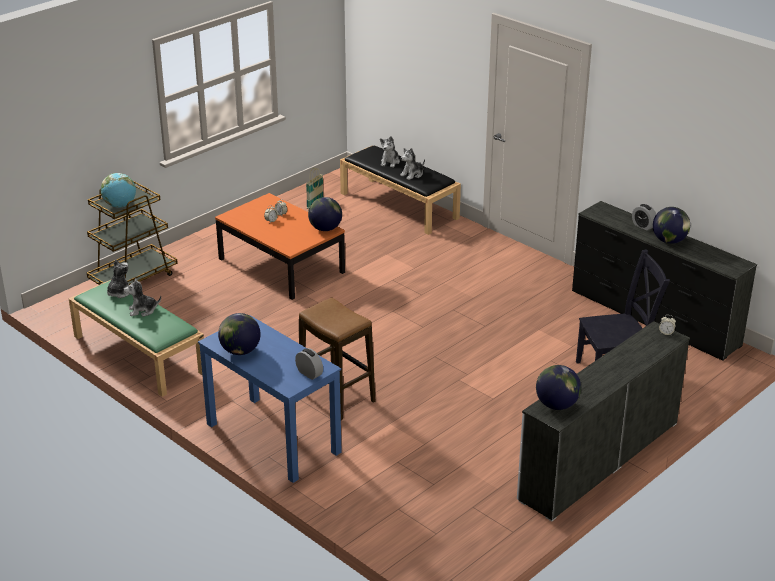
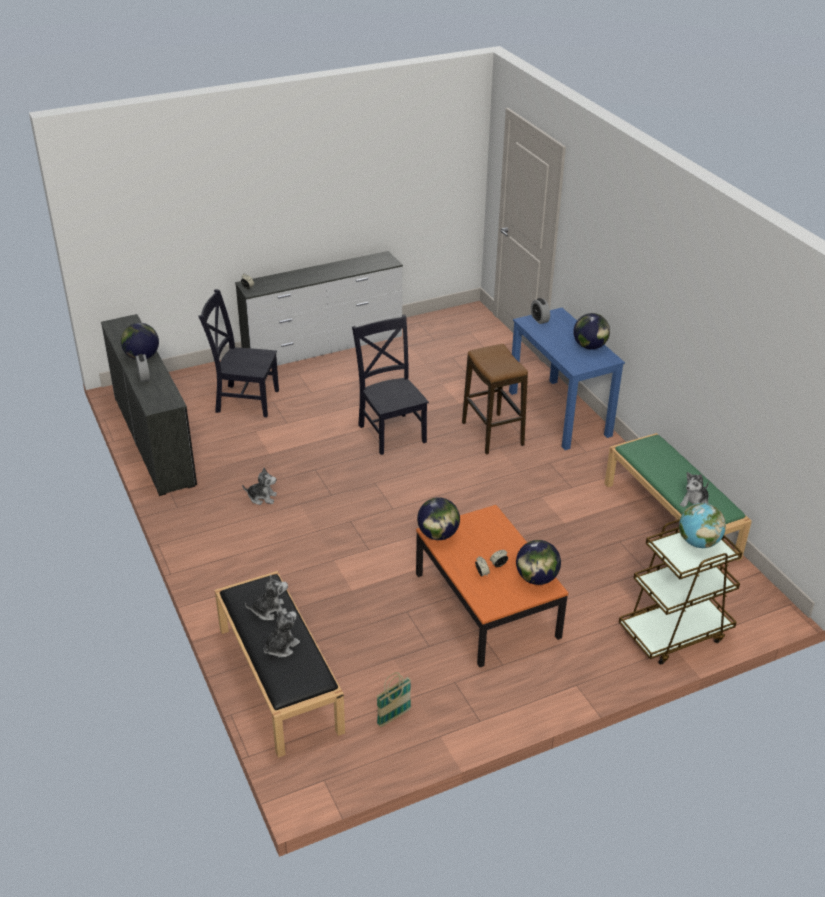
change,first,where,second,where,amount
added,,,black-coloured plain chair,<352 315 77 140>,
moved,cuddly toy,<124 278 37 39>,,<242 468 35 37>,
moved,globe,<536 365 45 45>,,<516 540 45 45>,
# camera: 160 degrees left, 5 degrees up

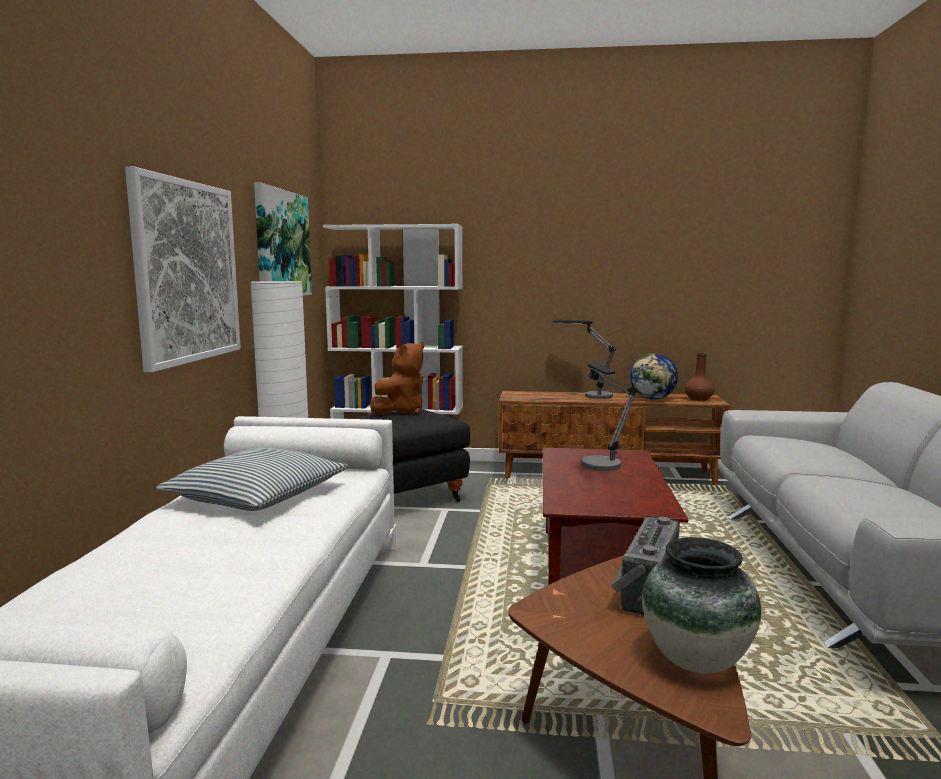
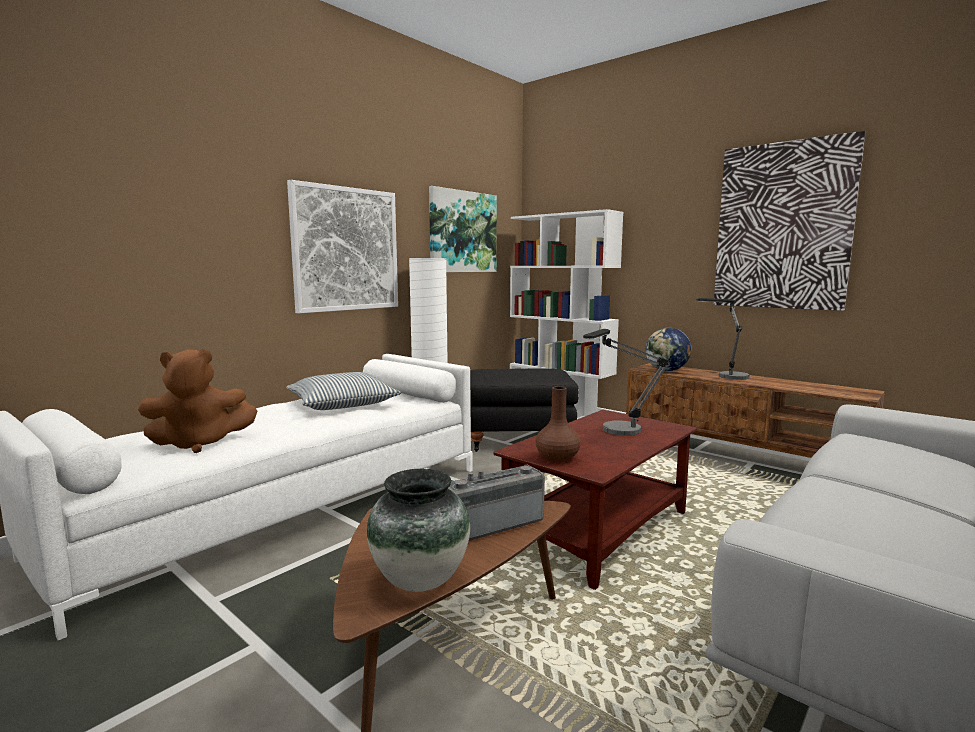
change,first,where,second,where,amount
added,,,picture,<714 131 152 180>,
moved,brown-coloured cuddly toy,<370 342 54 73>,,<138 349 119 104>,
moved,globe,<630 353 48 47>,,<645 328 46 43>,
moved,brown-coloured flower vase,<685 353 30 48>,,<536 386 45 76>,
# camera: 35 degrees right, 0 degrees up

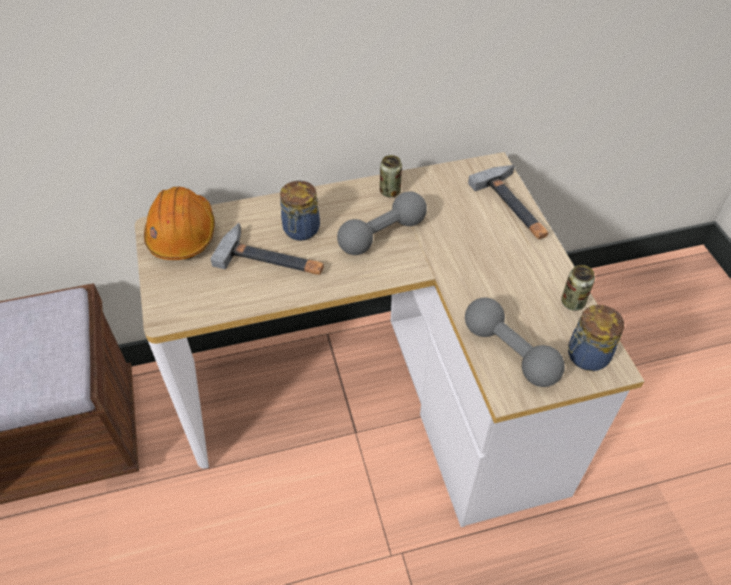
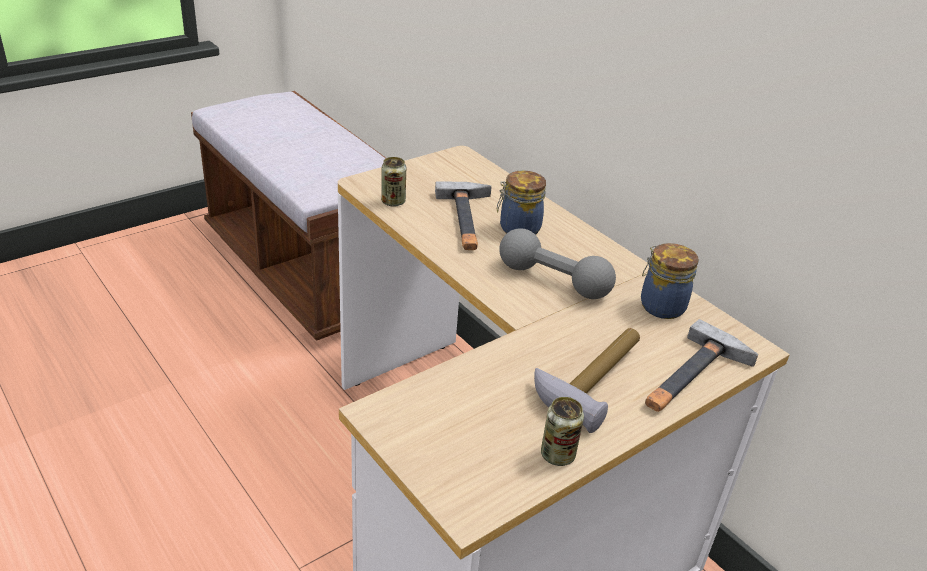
change,first,where,second,where,amount
removed,orange-coloured safety helmet,<144 187 71 73>,,,
removed,grey free weight,<465 298 100 89>,,,
added,,,hammer,<534 328 106 105>,
moved,metal can,<380 155 22 42>,,<381 157 25 50>,
moved,storage jar,<568 305 56 66>,,<641 243 58 76>,
# camera: 65 degrees right, 15 degrees down

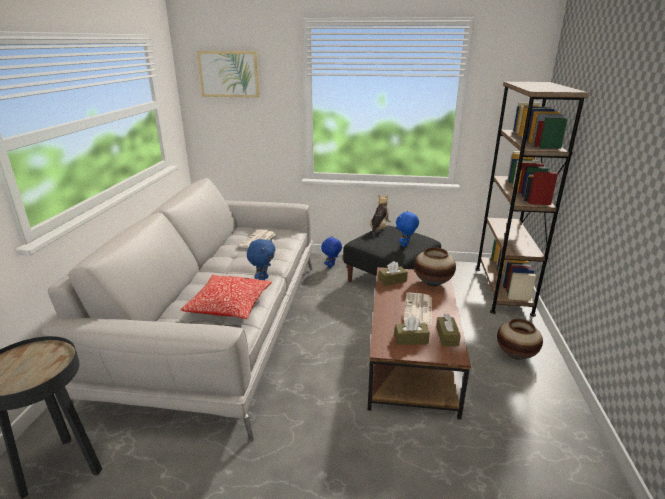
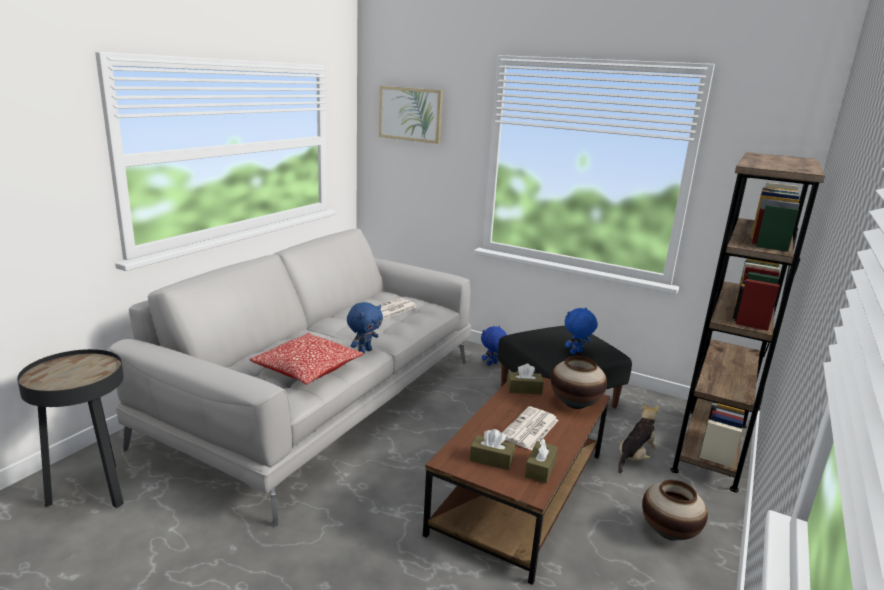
change,first,where,second,where,amount
moved,cuddly toy,<370 195 21 43>,,<618 403 41 70>,
# camera: 20 degrees right, 5 degrees down

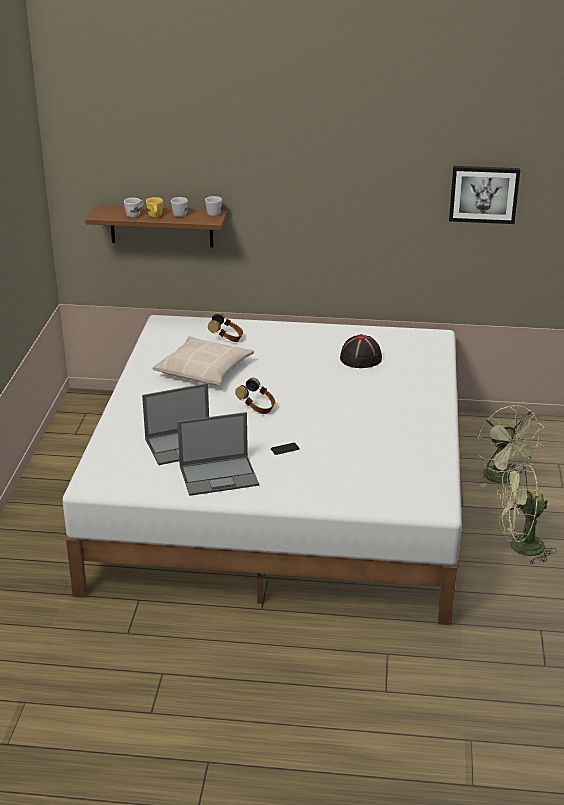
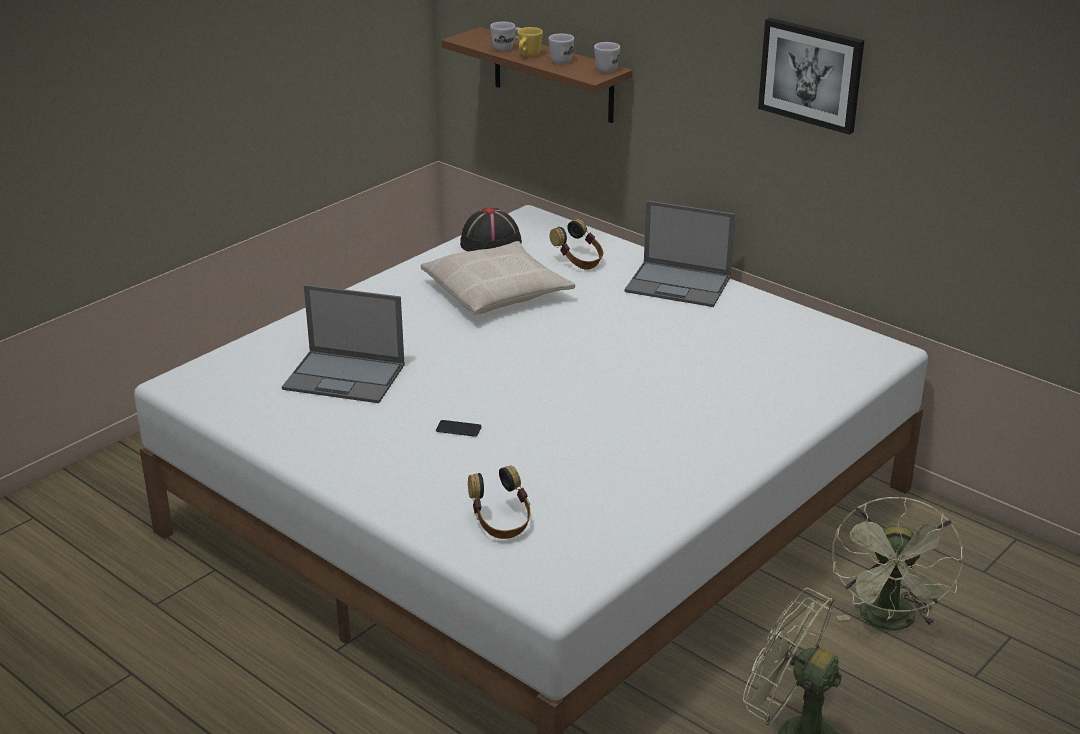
change,first,where,second,where,amount
moved,portable computer,<177 412 82 84>,,<624 201 111 106>,
moved,pair of headphones,<235 377 40 37>,,<468 465 62 74>,
moved,black-coloured hat,<340 334 42 34>,,<460 207 62 45>,
moved,picture,<449 166 71 58>,,<758 18 106 117>,
# camera: 35 degrees right, 0 degrees up

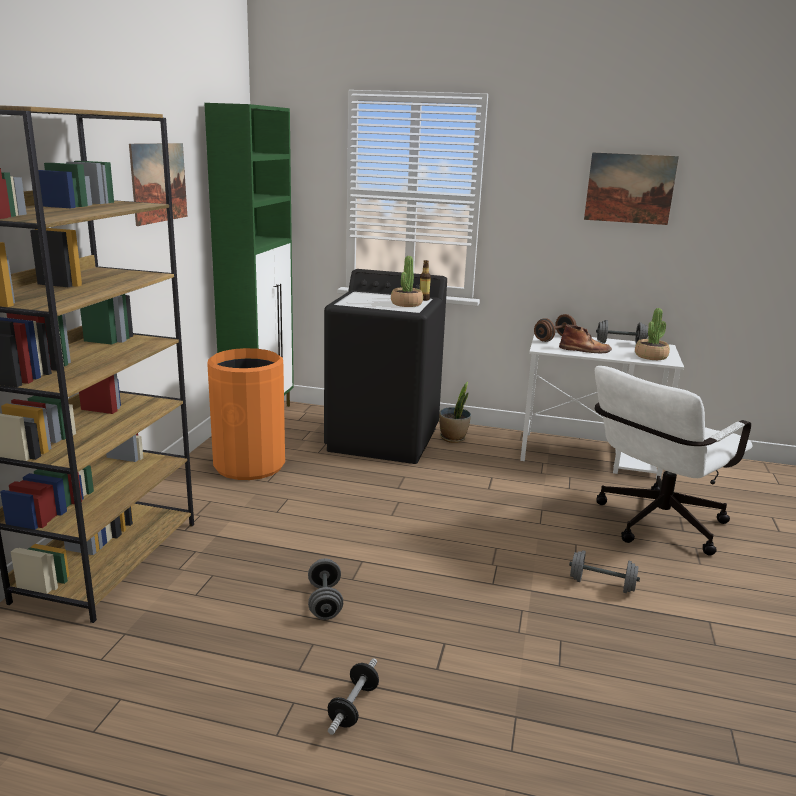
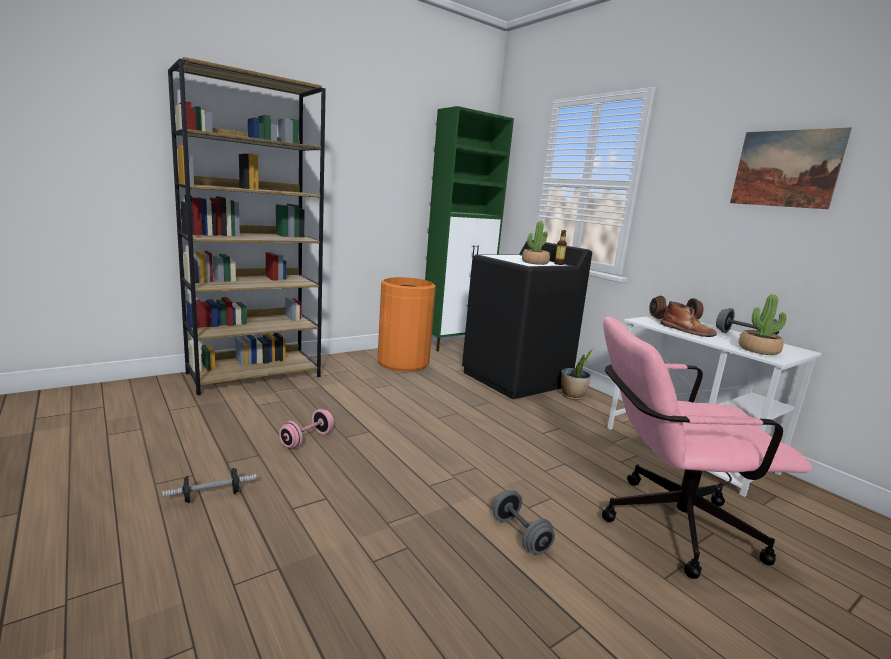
change,first,where,second,where,amount
removed,picture,<129 143 58 83>,,,
recoloured,grey free weight,<308 558 35 62>,pink free weight,<279 409 55 39>,
recoloured,white office chair,<595 366 158 190>,pink office chair,<602 317 210 262>,
# camera: 40 degrees right, 5 degrees down

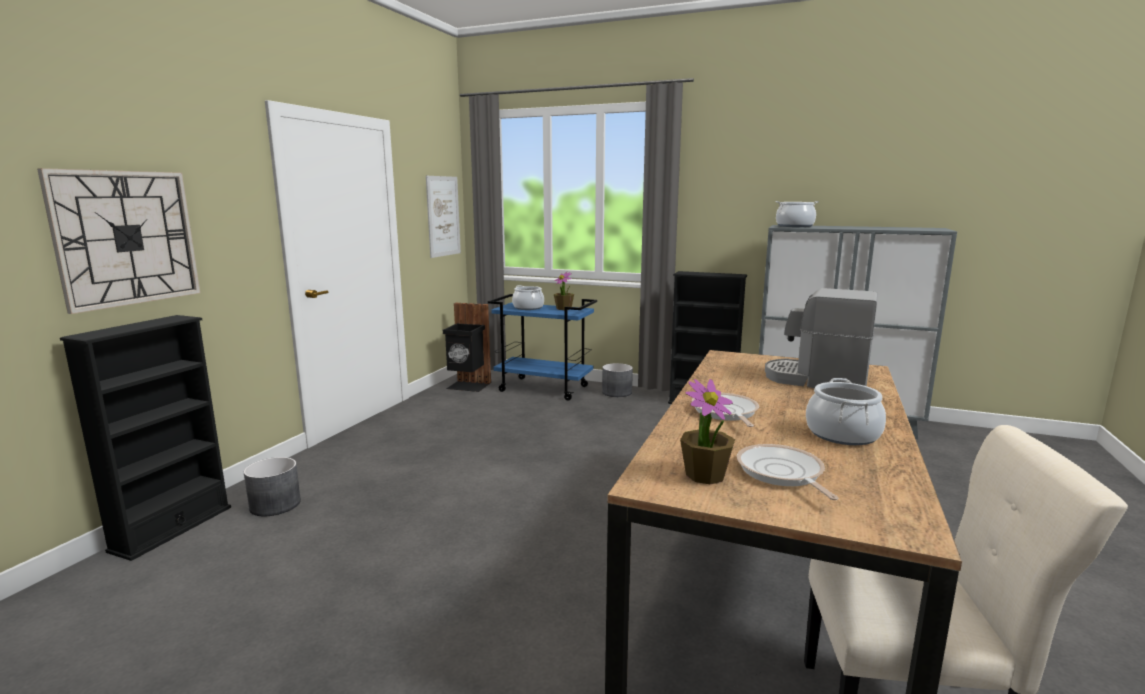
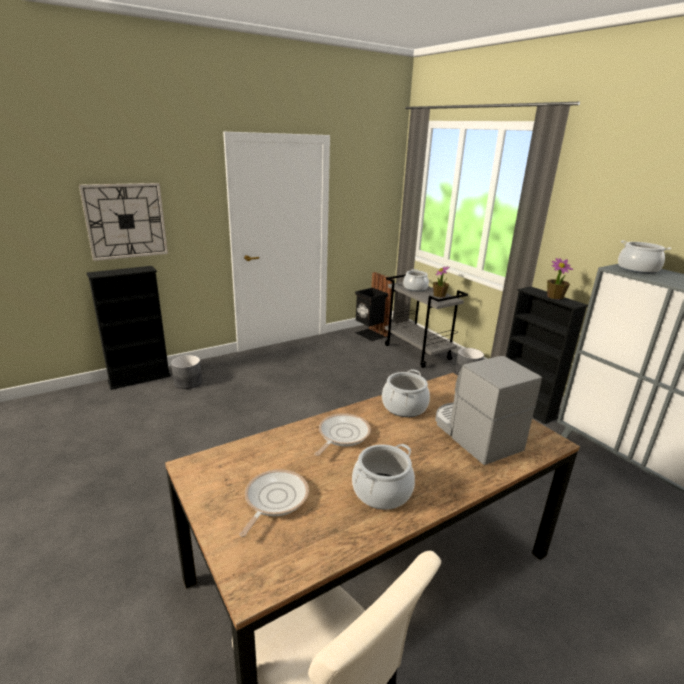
change,first,where,second,where,amount
removed,picture,<426 176 35 82>,,,
added,,,saucepot,<382 369 48 48>,
moved,houseplant,<680 379 55 105>,,<547 258 26 41>,
recoloured,blue wheeled cart,<488 294 109 107>,grey wheeled cart,<385 274 83 94>,
# camera: 35 degrees right, 10 degrees up

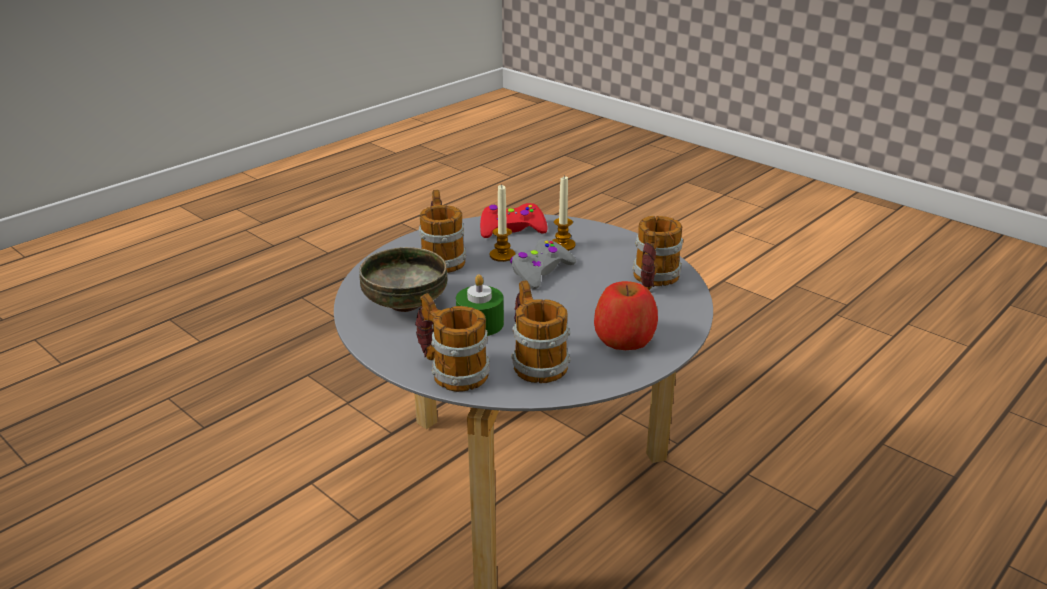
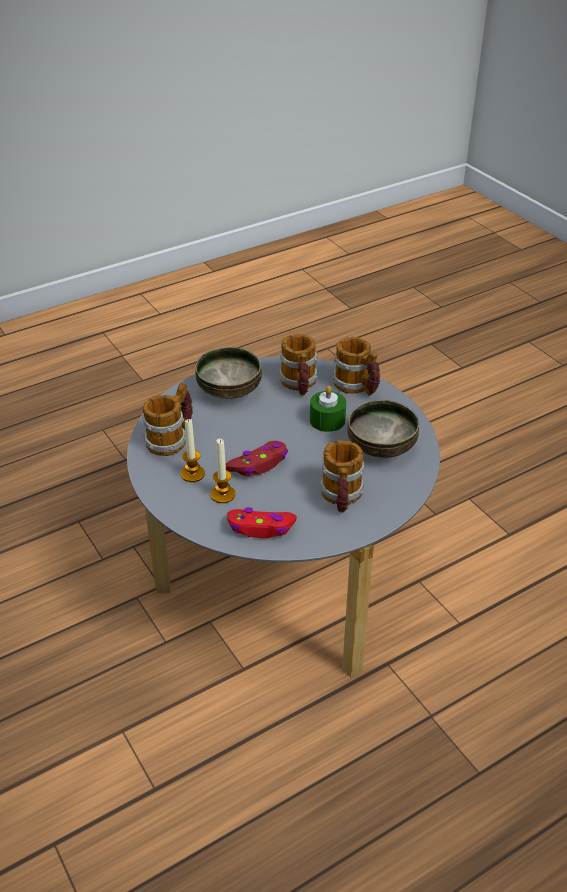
change,first,where,second,where,amount
moved,wax candle,<490 185 26 77>,,<181 419 24 63>,
replaced,whole apple,<594 281 64 69>,deep dish,<195 347 67 52>,
recoloured,grey joypad,<510 239 66 50>,reddish joypad,<226 441 62 35>,
# camera: 165 degrees left, 10 degrees up

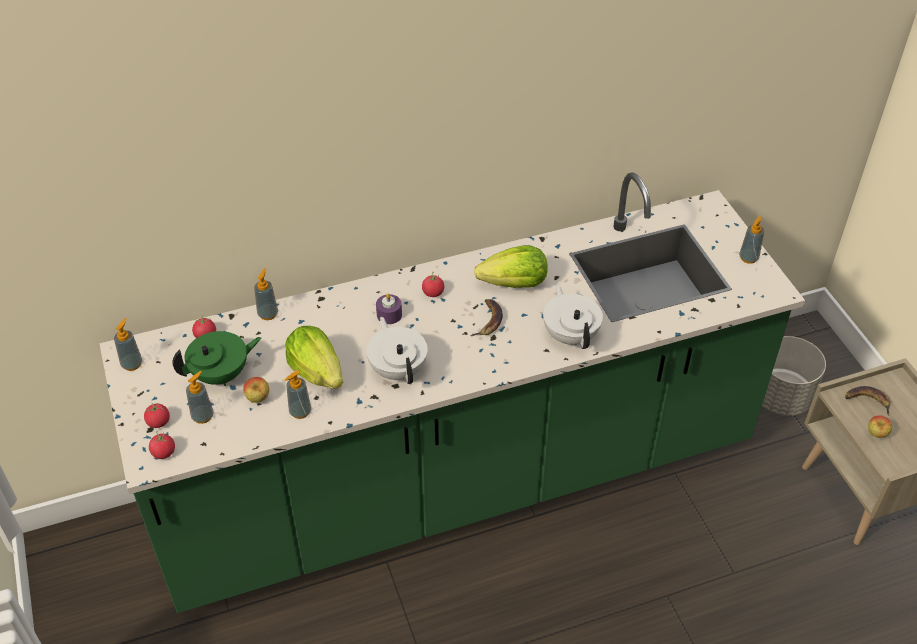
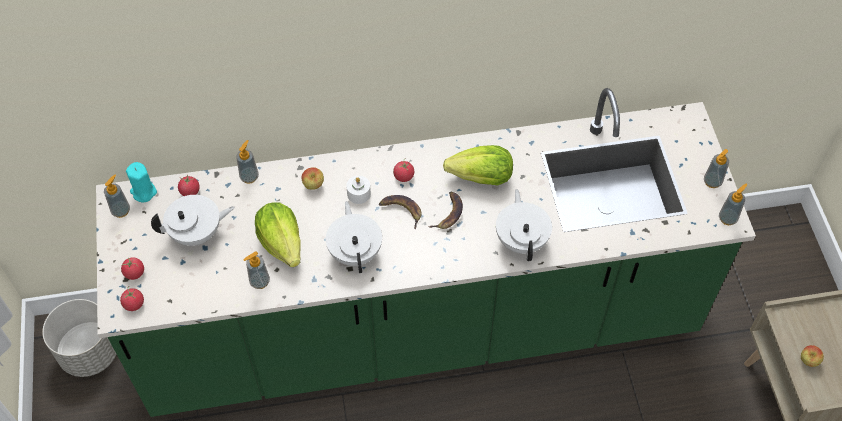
change,first,where,second,where,amount
added,,,turquoise wax candle,<126 162 31 41>,
moved,soap dispenser,<186 371 28 53>,,<719 184 29 41>,
moved,whole apple,<243 377 26 26>,,<302 167 22 23>,
moved,grey plant pot,<762 336 64 80>,,<42 299 74 78>,
moved,banana,<845 386 45 30>,,<379 195 43 34>,
recoloured,greenish tea pot,<172 331 89 55>,white tea pot,<151 195 84 51>,
recoloured,purple wax candle,<376 293 26 31>,white wax candle,<346 176 25 28>,
# camera: 10 degrees right, 10 degrees up

